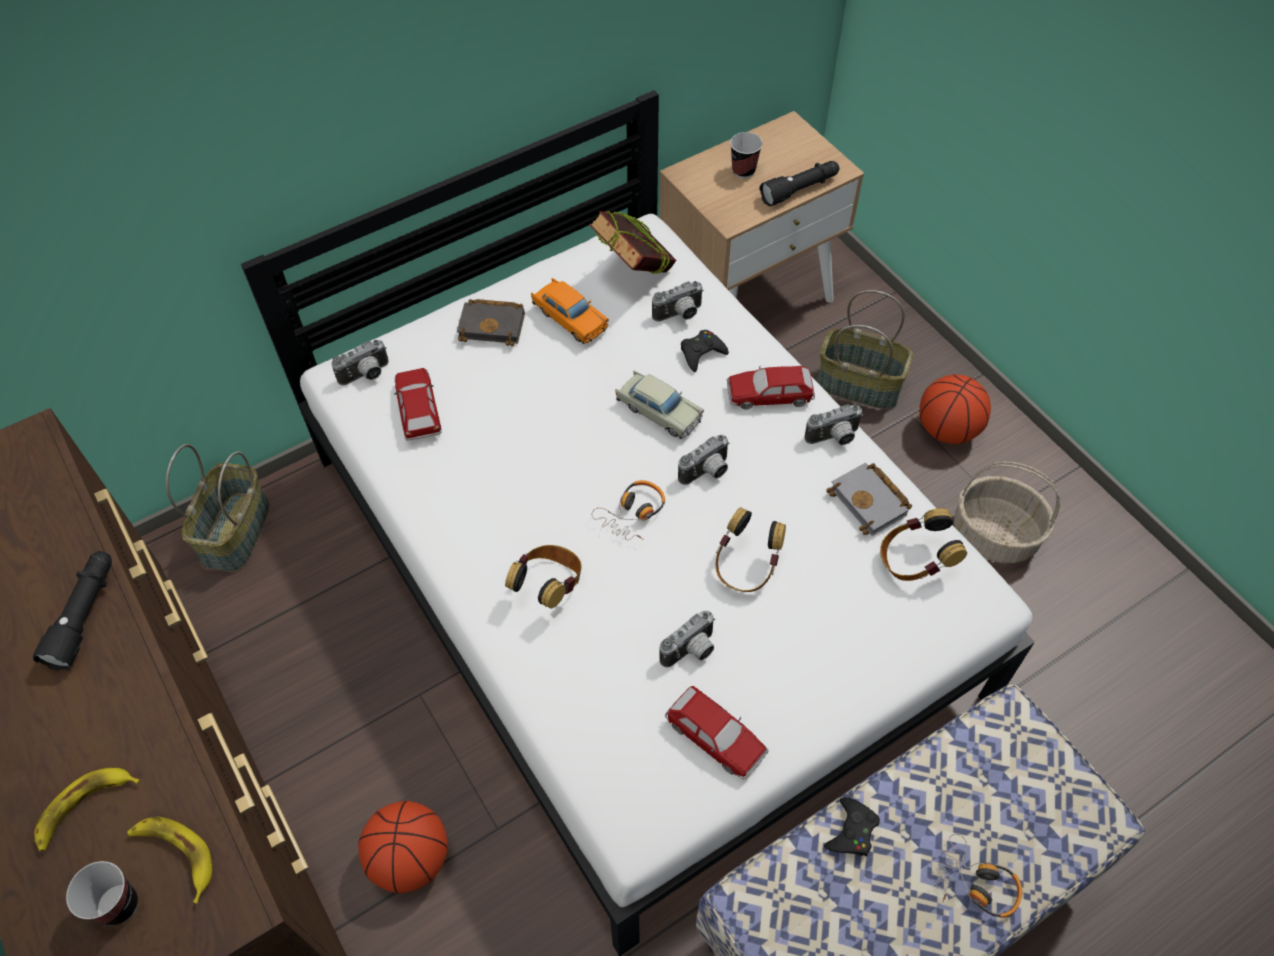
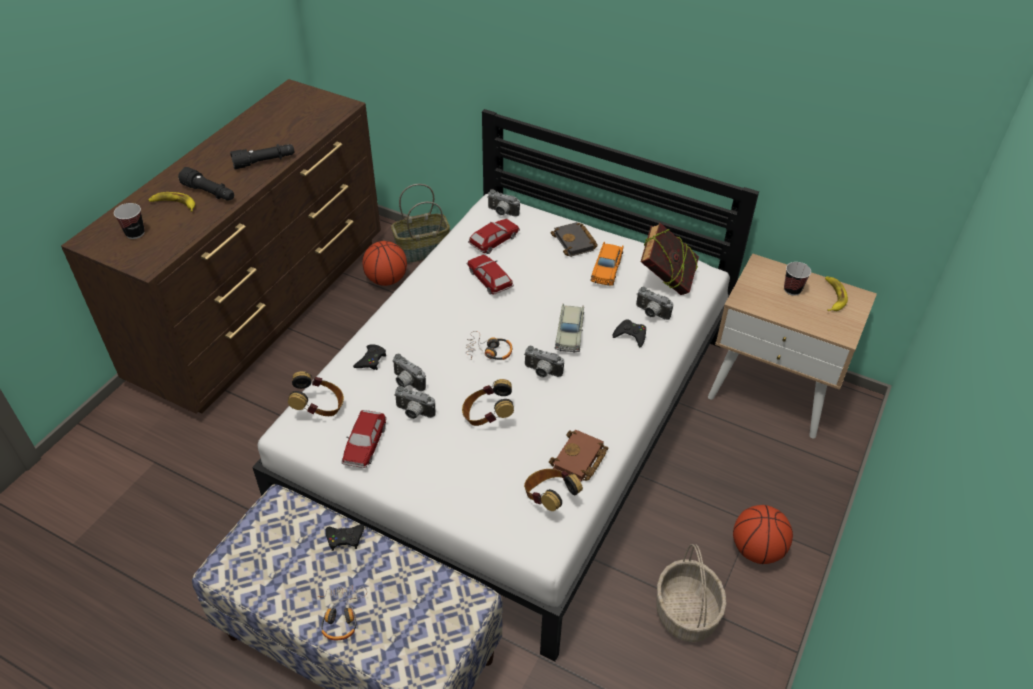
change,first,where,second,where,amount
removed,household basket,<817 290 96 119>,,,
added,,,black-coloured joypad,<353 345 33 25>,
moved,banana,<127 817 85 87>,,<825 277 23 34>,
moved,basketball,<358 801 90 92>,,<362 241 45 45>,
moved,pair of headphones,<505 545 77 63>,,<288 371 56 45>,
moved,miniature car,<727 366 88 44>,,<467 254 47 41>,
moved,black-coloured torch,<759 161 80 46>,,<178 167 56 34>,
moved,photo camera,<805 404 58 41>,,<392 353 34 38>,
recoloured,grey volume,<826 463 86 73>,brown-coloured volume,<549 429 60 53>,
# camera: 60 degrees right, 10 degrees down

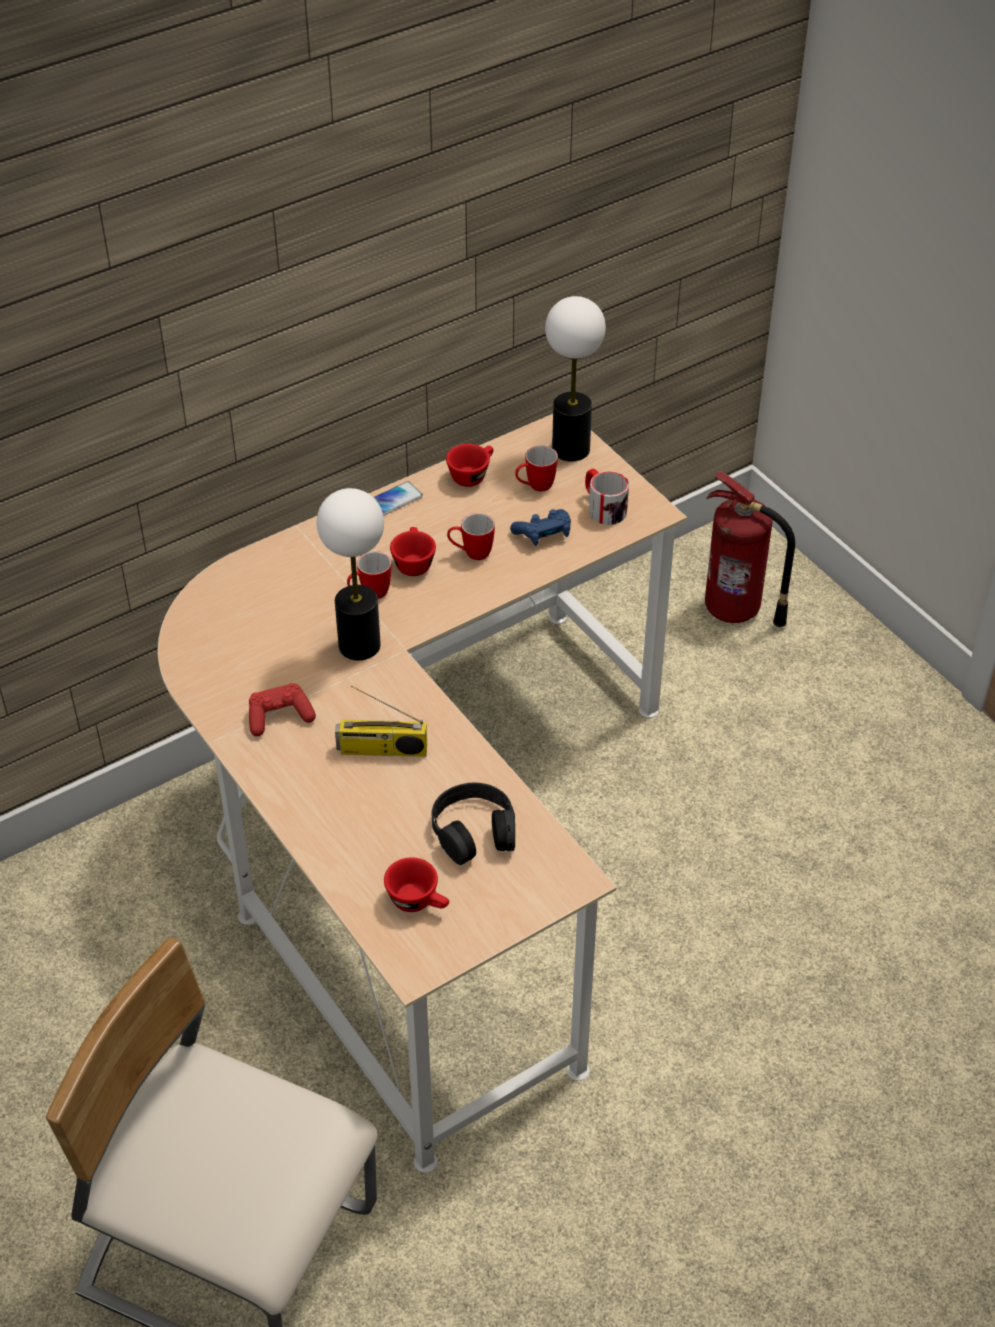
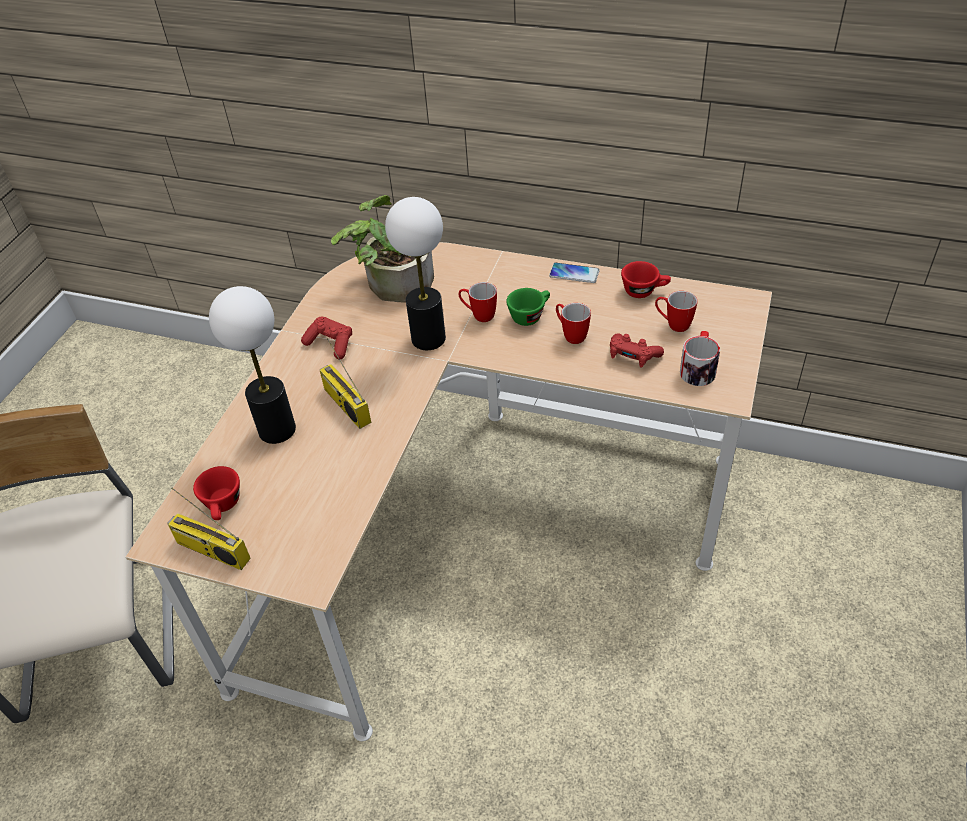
change,first,where,second,where,amount
removed,black-coloured pair of headphones,<432 783 83 82>,,,
removed,extinguisher,<705 471 90 156>,,,
added,,,radio set,<167 488 84 82>,
added,,,houseplant,<331 195 103 108>,
moved,lamp for a table,<545 296 61 166>,,<209 286 87 158>,
recoloured,reddish small cup,<390 527 46 49>,greenish small cup,<506 288 44 38>,
recoloured,blue joypad,<510 509 61 37>,reddish joypad,<610 333 54 35>,
# camera: 55 degrees right, 0 degrees up

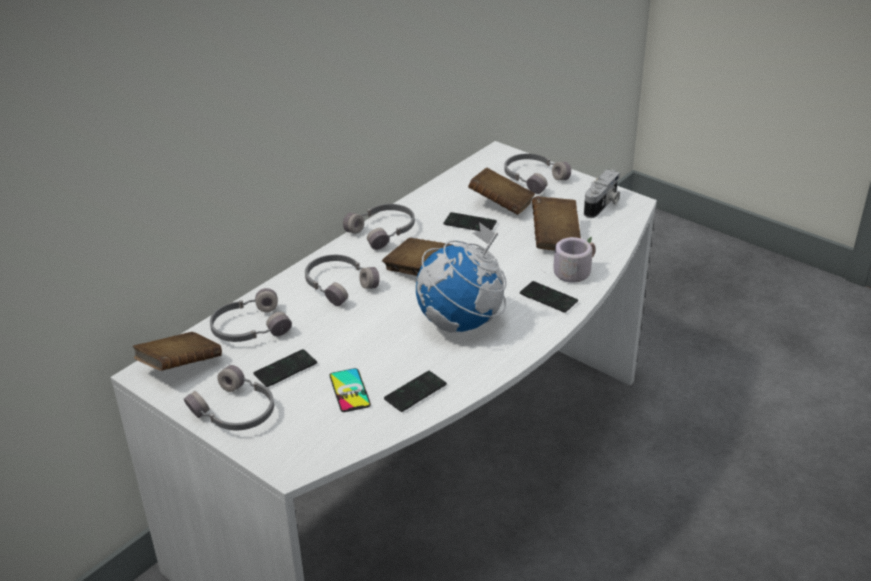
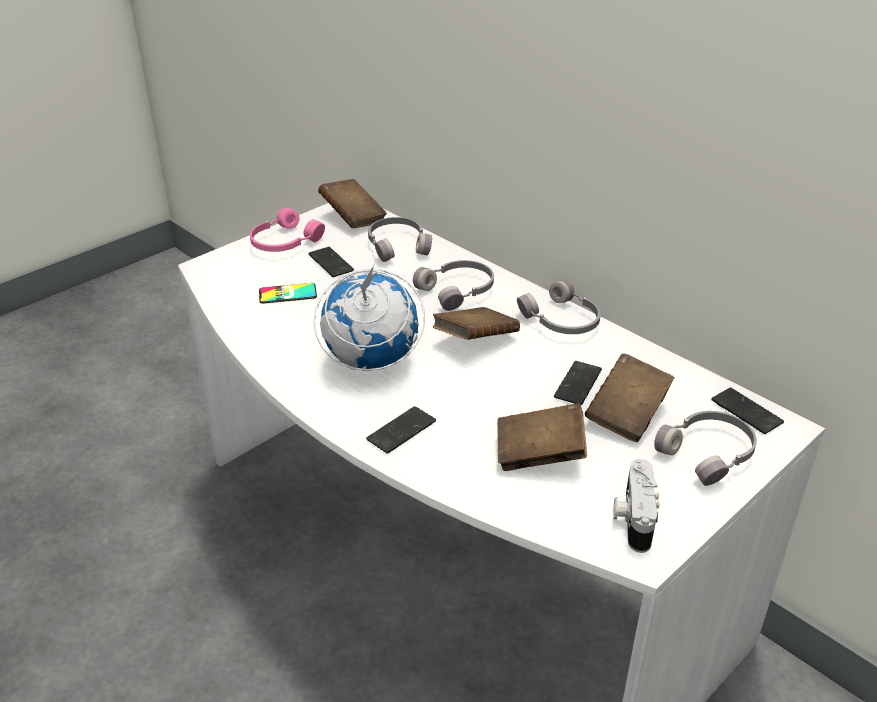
change,first,where,second,where,amount
removed,grey tea mug,<543 237 52 46>,,,
moved,handset,<384 371 63 41>,,<711 388 73 46>,
recoloured,grey pair of headphones,<184 365 90 65>,pink pair of headphones,<250 207 75 45>,
turned,photo camera,<584 169 36 49>,,<613 459 47 94>,60 degrees clockwise
# camera: 95 degrees right, 0 degrees up

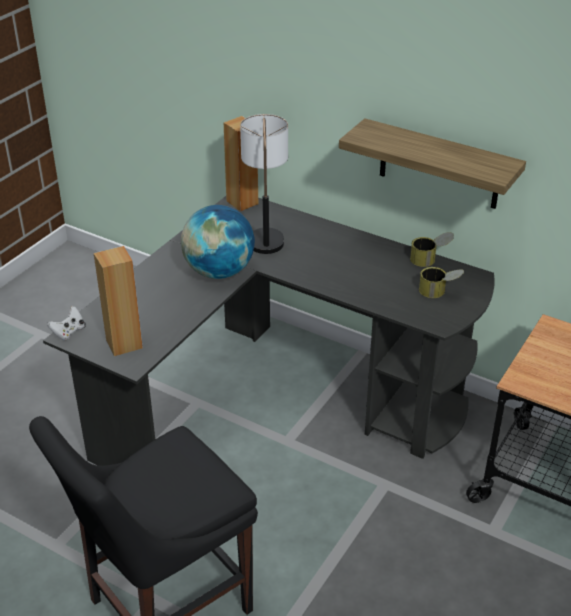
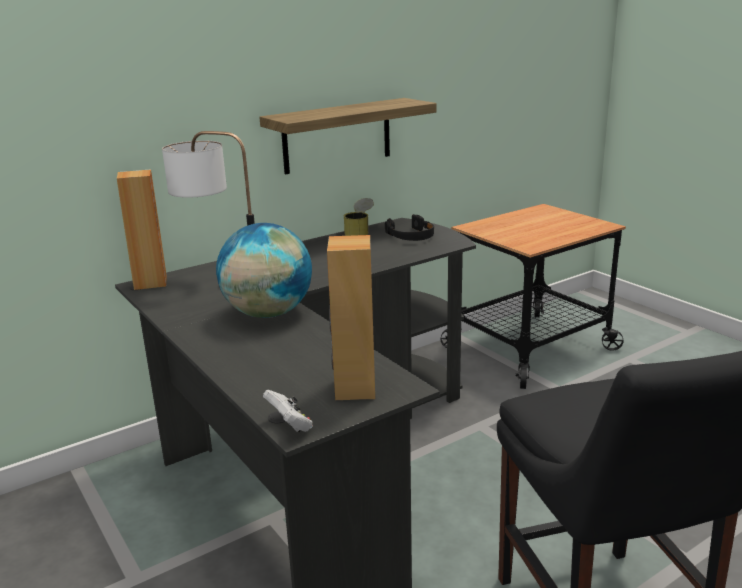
change,first,where,second,where,amount
replaced,metal can,<419 267 45 31>,black-coloured pair of headphones,<385 214 49 27>,
# camera: 65 degrees left, 15 degrees down

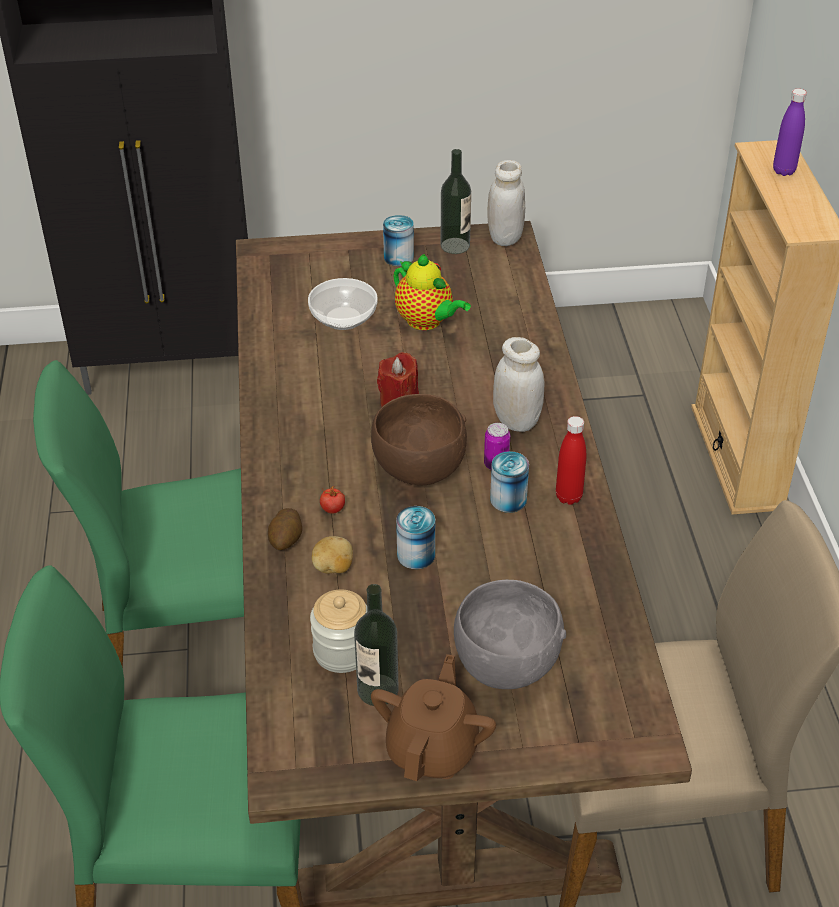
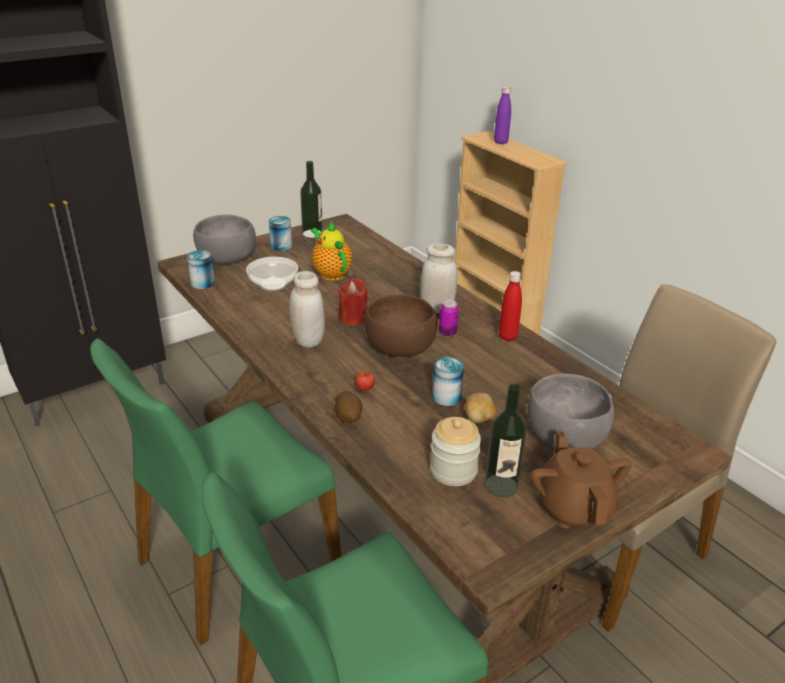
change,first,where,second,where,amount
added,,,grey deep dish,<193 214 63 50>,
moved,spud,<312 536 41 37>,,<465 393 31 30>,
moved,white storage jar,<487 160 38 86>,,<289 271 36 77>,
moved,metal can,<490 451 39 62>,,<187 250 28 39>,
turned,tea pot,<393 254 78 76>,,<311 222 42 59>,135 degrees counterclockwise
# camera: 30 degrees left, 10 degrees down

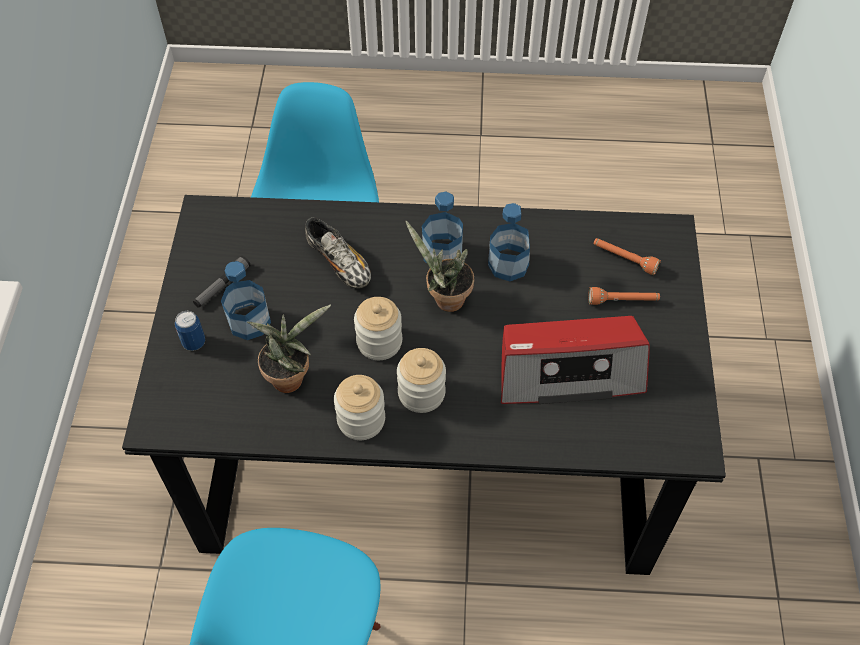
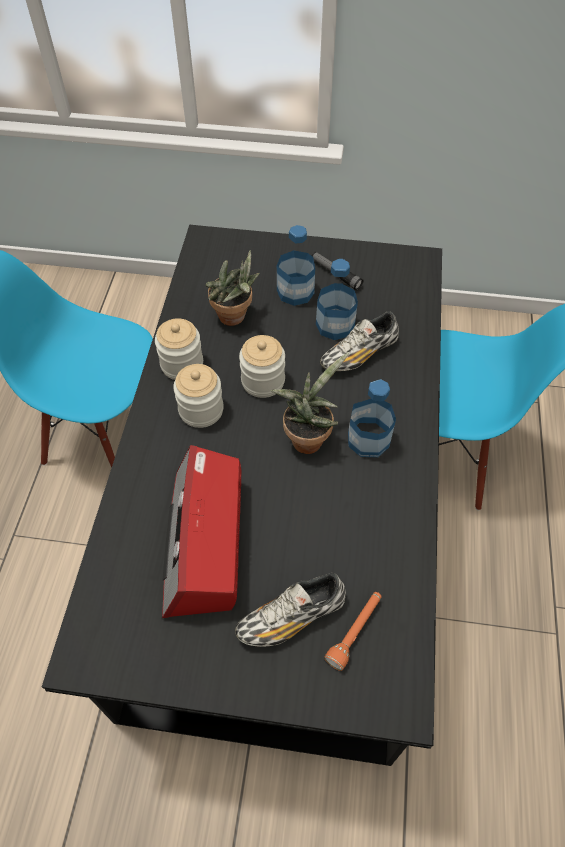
change,first,where,second,where,amount
removed,metal can,<175 311 30 40>,,,
moved,drink bottle,<488 203 42 78>,,<316 259 42 81>,
replaced,orange-coloured torch,<588 287 72 18>,low shoe,<235 573 111 74>,
# camera: 95 degrees right, 0 degrees up

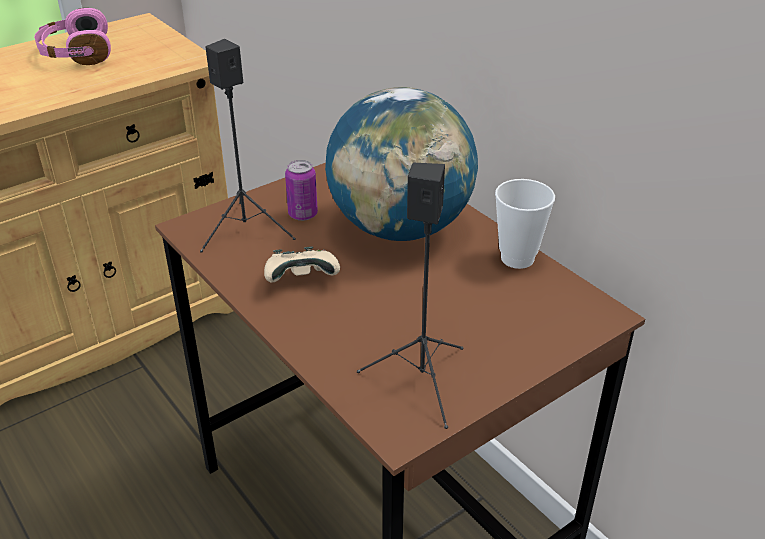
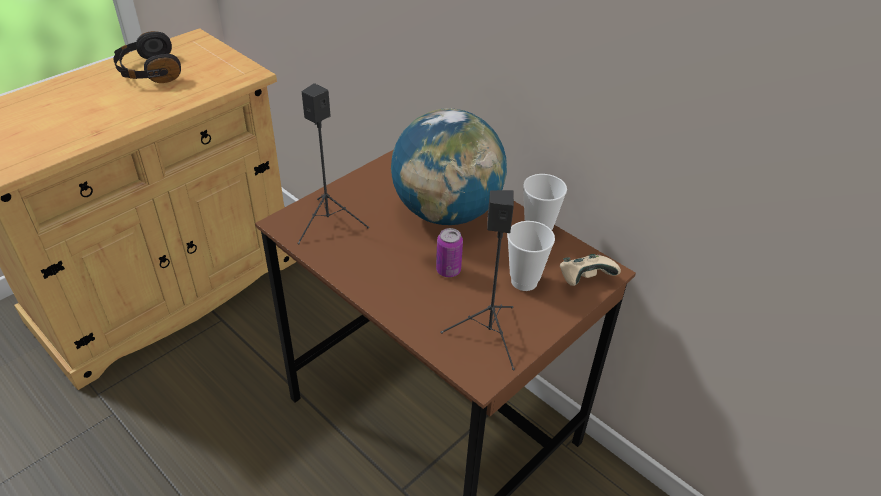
change,first,where,second,where,amount
added,,,small cup,<507 221 48 70>,
moved,beige-coloured joypad,<264 247 76 36>,,<560 254 61 32>,
moved,metal can,<285 160 33 61>,,<436 228 27 49>,
recoloured,pink pair of headphones,<34 8 77 57>,black-coloured pair of headphones,<113 31 68 52>,
# camera: 10 degrees left, 5 degrees up

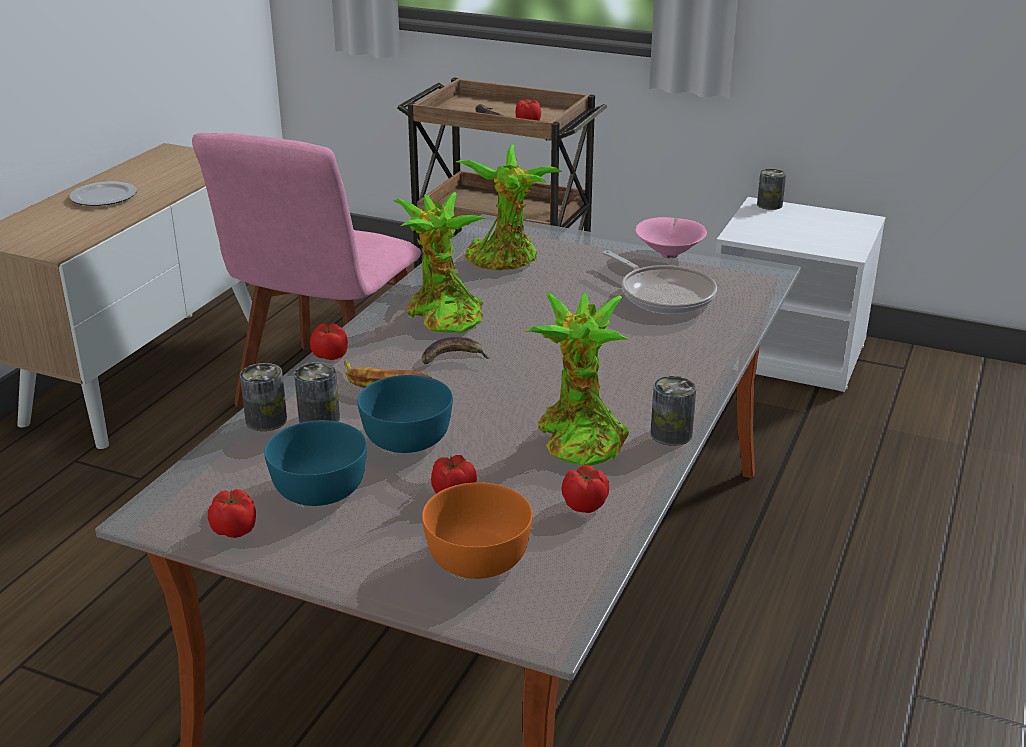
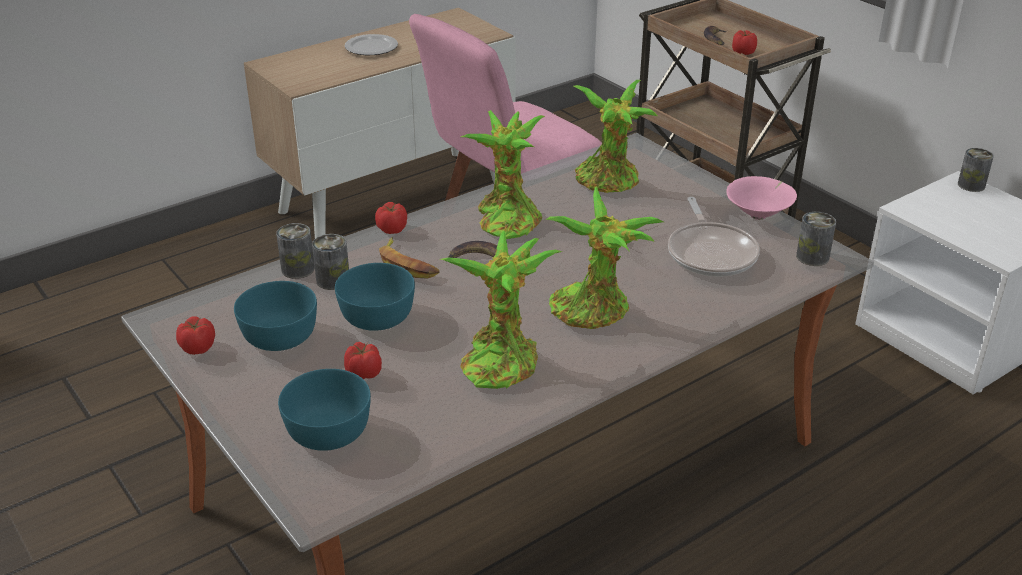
change,first,where,second,where,amount
removed,tomato,<561 465 48 48>,,,
added,,,houseplant,<545 186 118 143>,
moved,metal can,<651 376 45 70>,,<796 212 40 54>,
recoloured,orange-coloured deep dish,<422 482 111 97>,turquoise deep dish,<278 369 93 82>,
# camera: 30 degrees right, 5 degrees up

